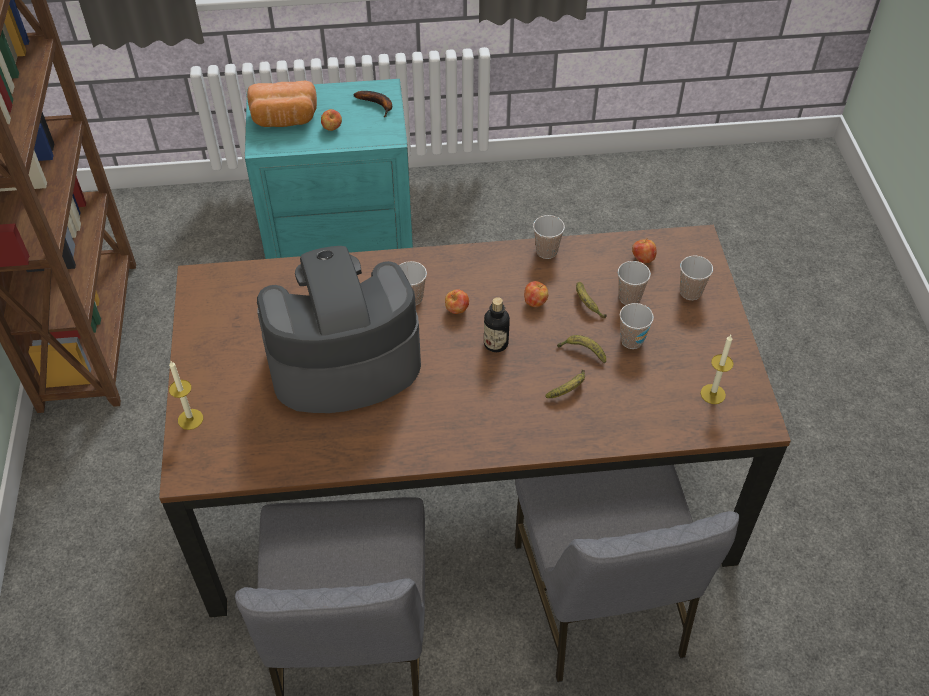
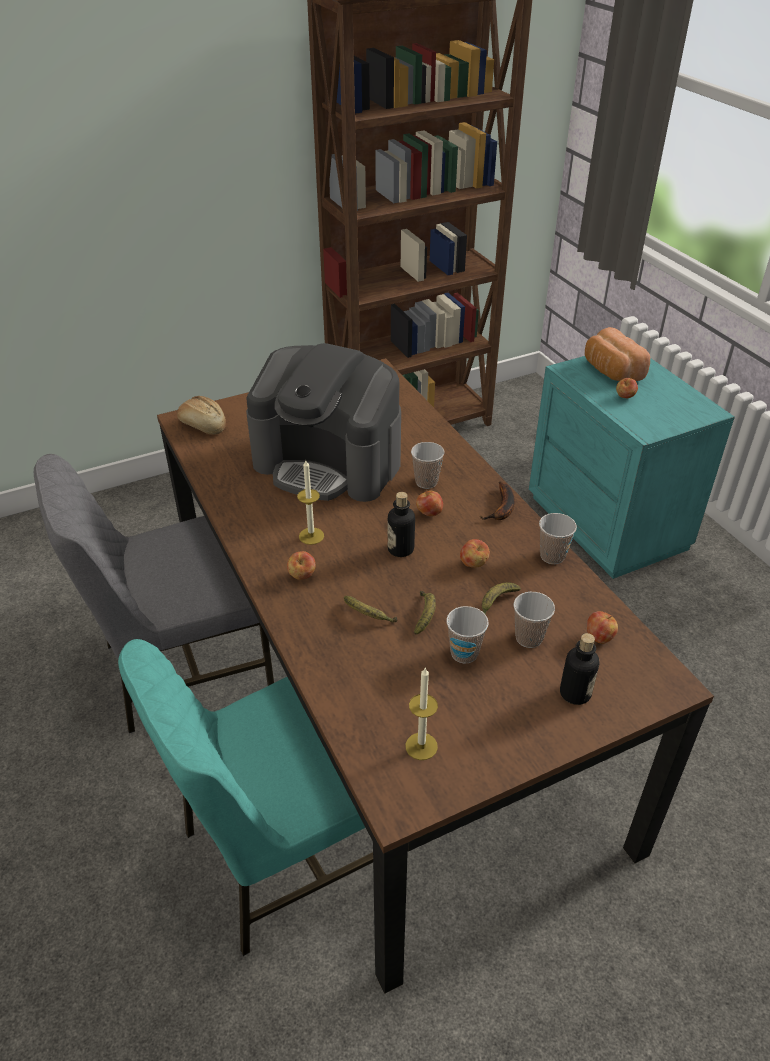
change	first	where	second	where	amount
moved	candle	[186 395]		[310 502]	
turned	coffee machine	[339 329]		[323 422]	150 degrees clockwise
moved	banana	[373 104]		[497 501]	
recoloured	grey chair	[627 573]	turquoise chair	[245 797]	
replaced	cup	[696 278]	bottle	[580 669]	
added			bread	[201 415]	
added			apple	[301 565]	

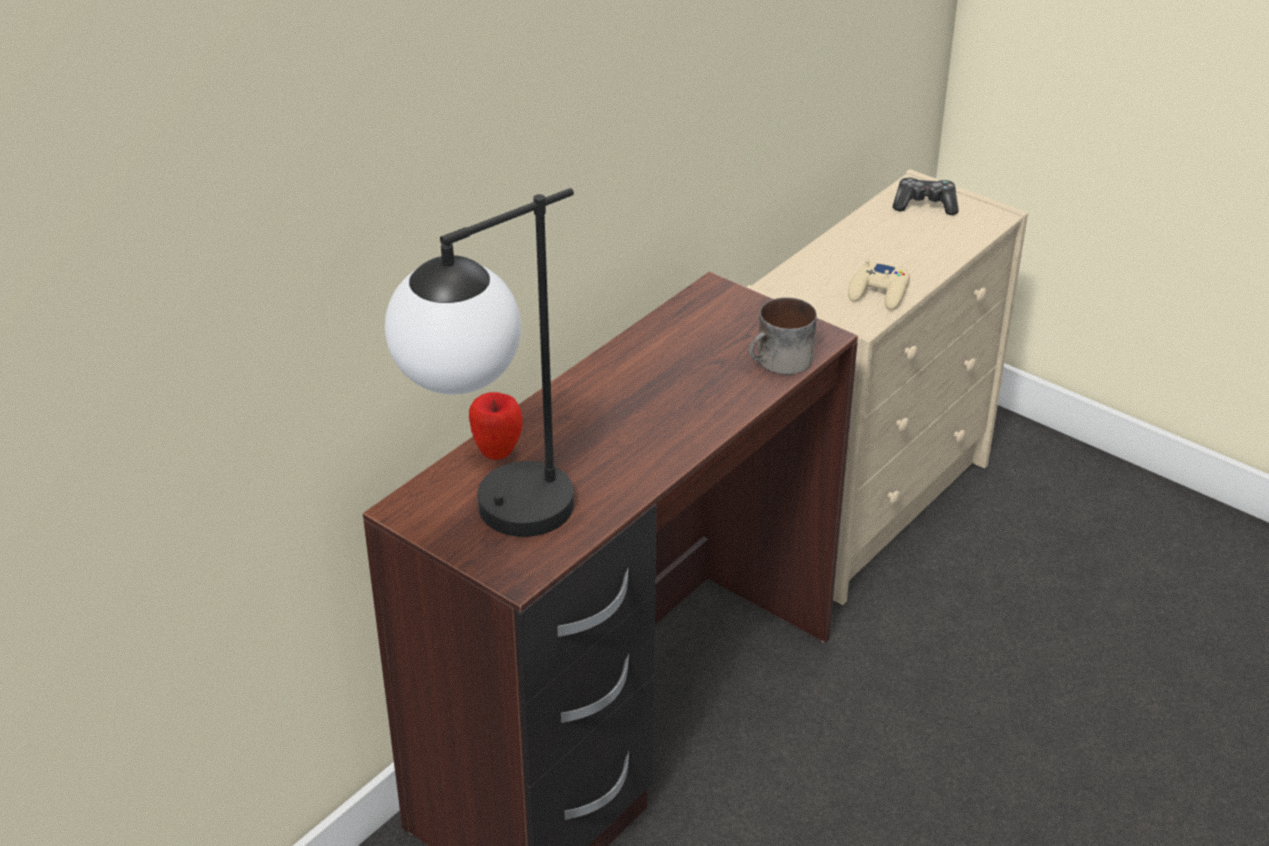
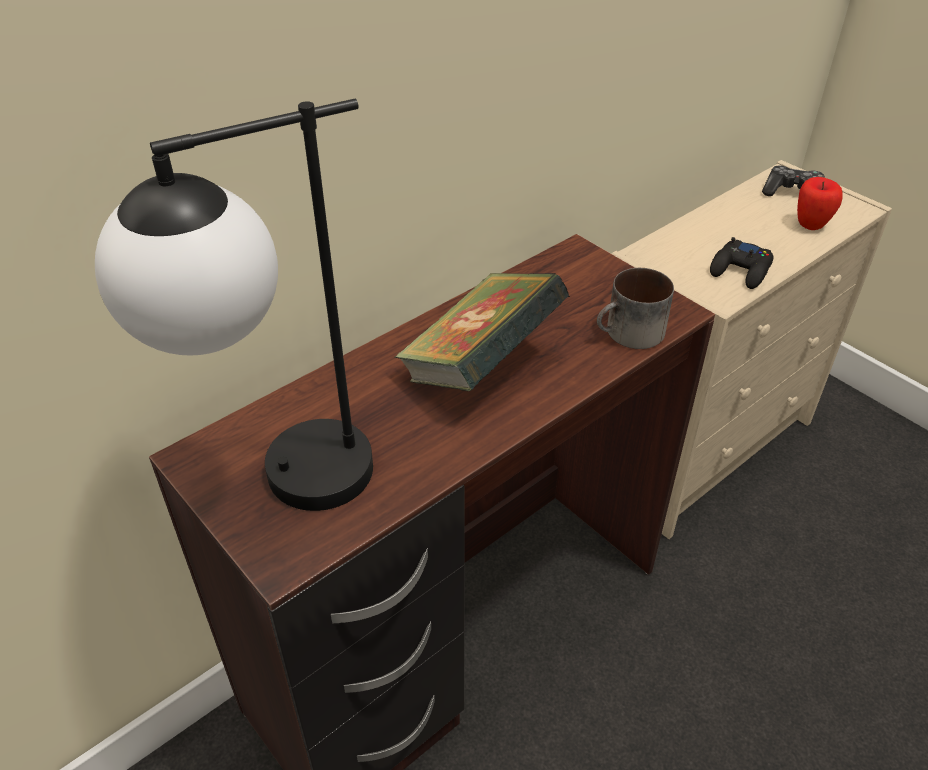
change	first	where	second	where	amount
moved	apple	[496 426]		[820 203]	
recoloured	beige game controller	[879 284]	black game controller	[741 263]	
added			book	[482 332]	

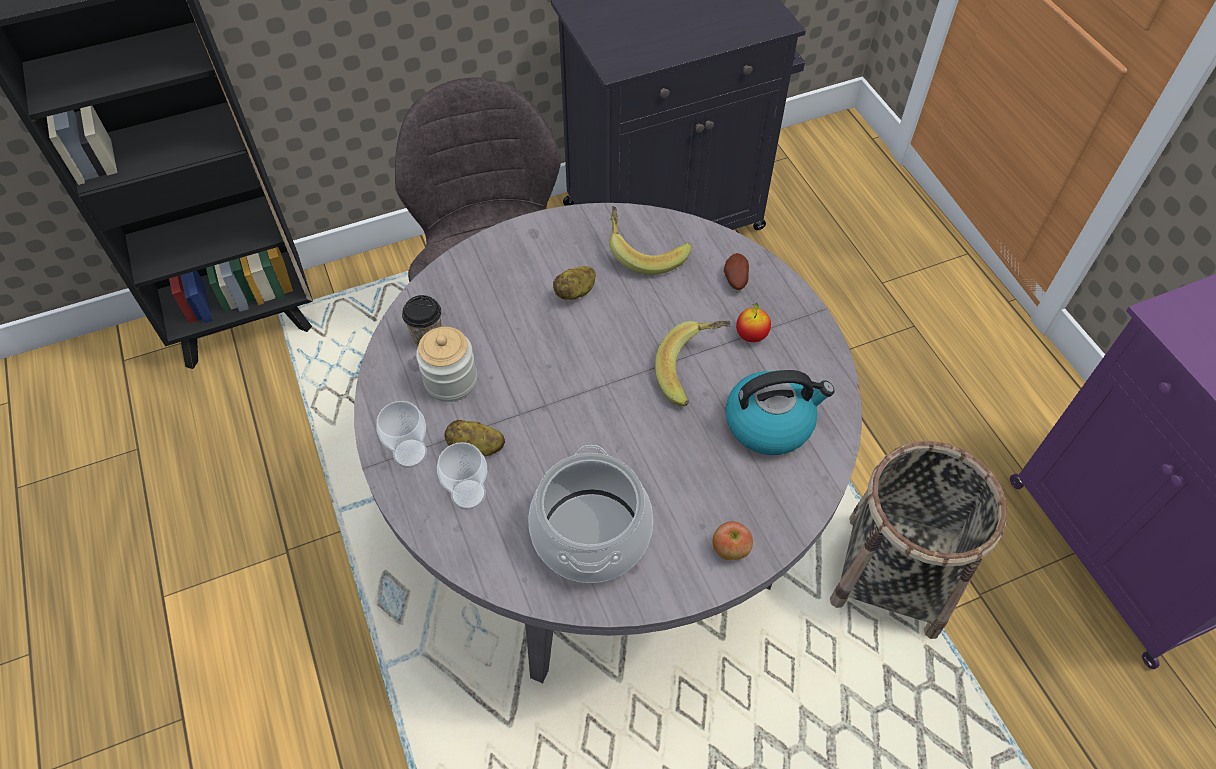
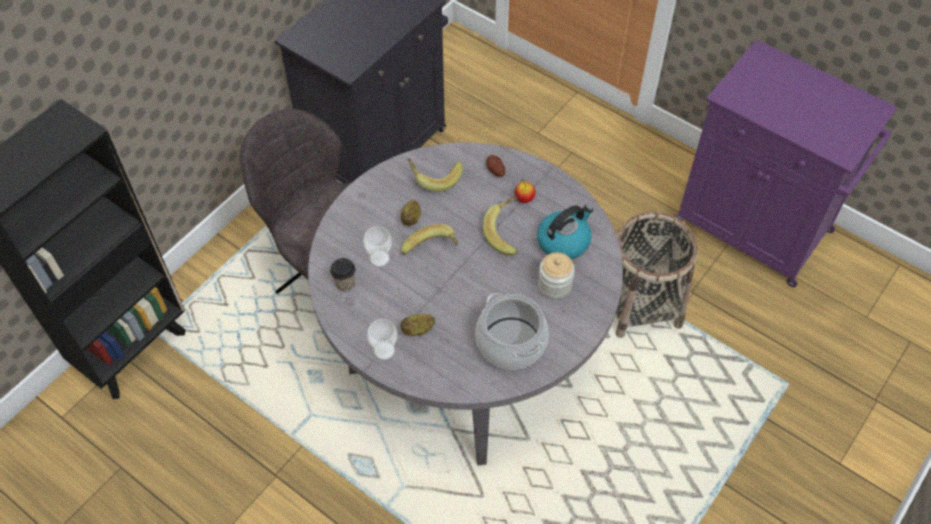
change	first	where	second	where	amount
moved	jar	[446 364]		[556 275]	
moved	cup	[462 476]		[377 246]	
removed	apple	[732 540]			
added			banana	[429 239]	

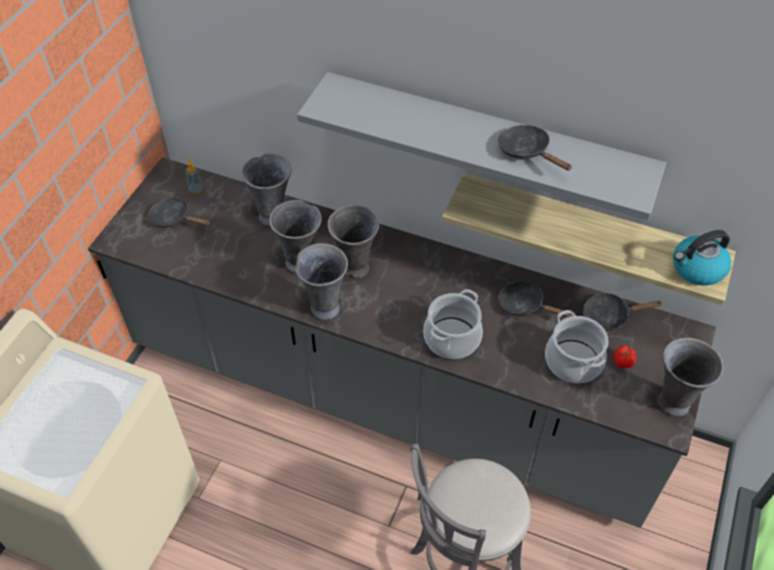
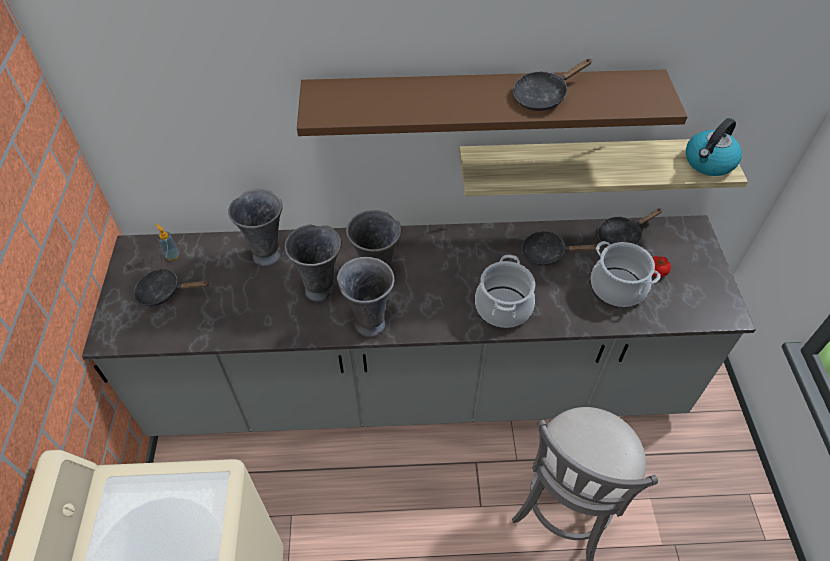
change	first	where	second	where	amount
recoloured	grey shelf	[481 146]	brown shelf	[492 102]	
turned	black frying pan	[535 148]		[552 85]	60 degrees counterclockwise
removed	grey vase	[690 377]			

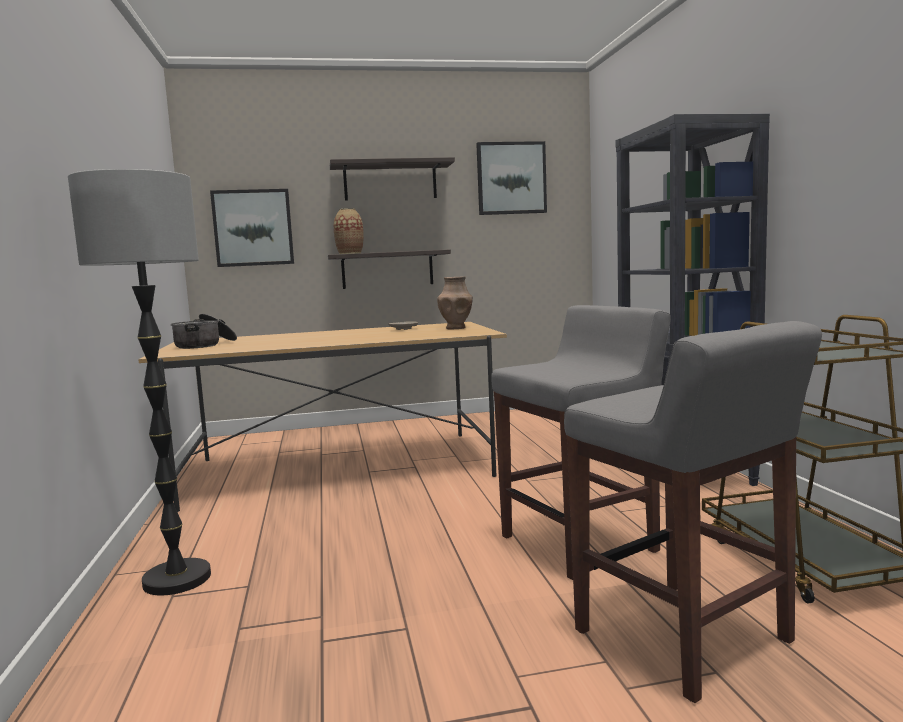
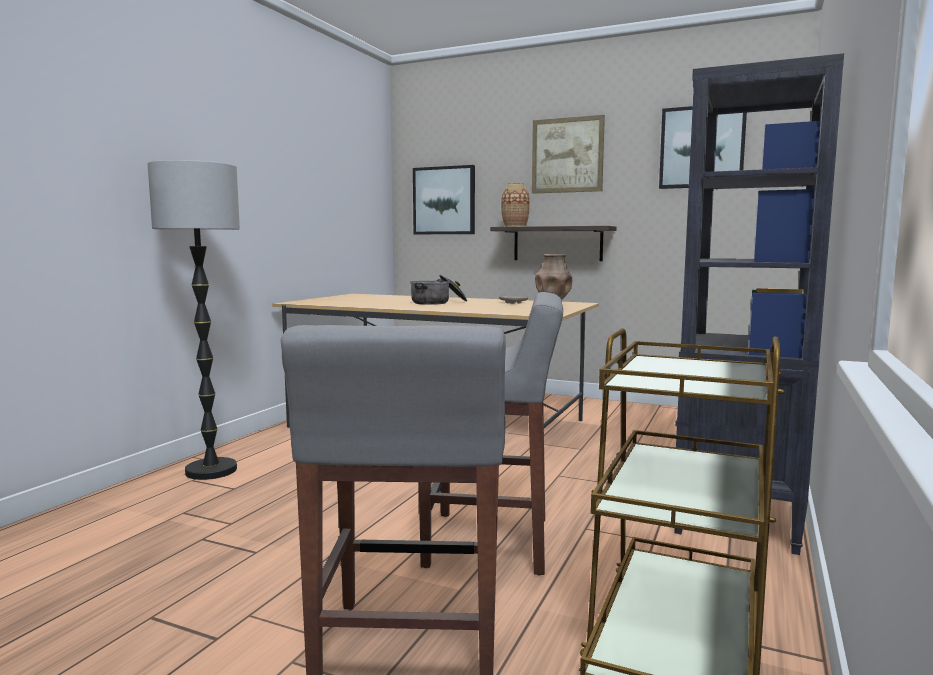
change	first	where	second	where	amount
moved	cooking pot	[203 331]		[438 290]	
replaced	shelf	[392 179]	picture	[568 154]	

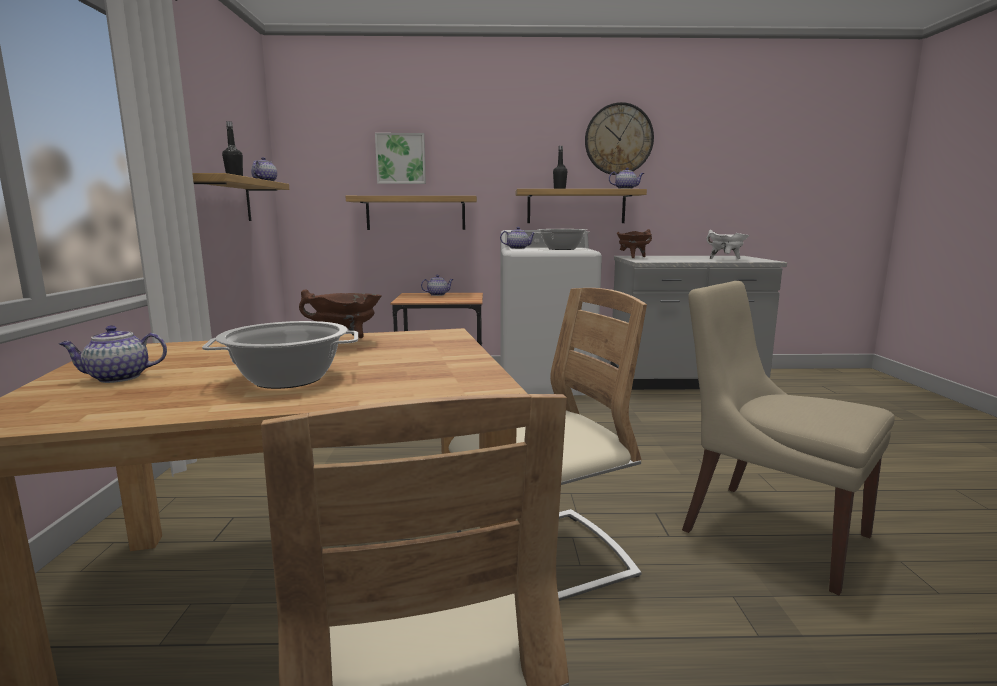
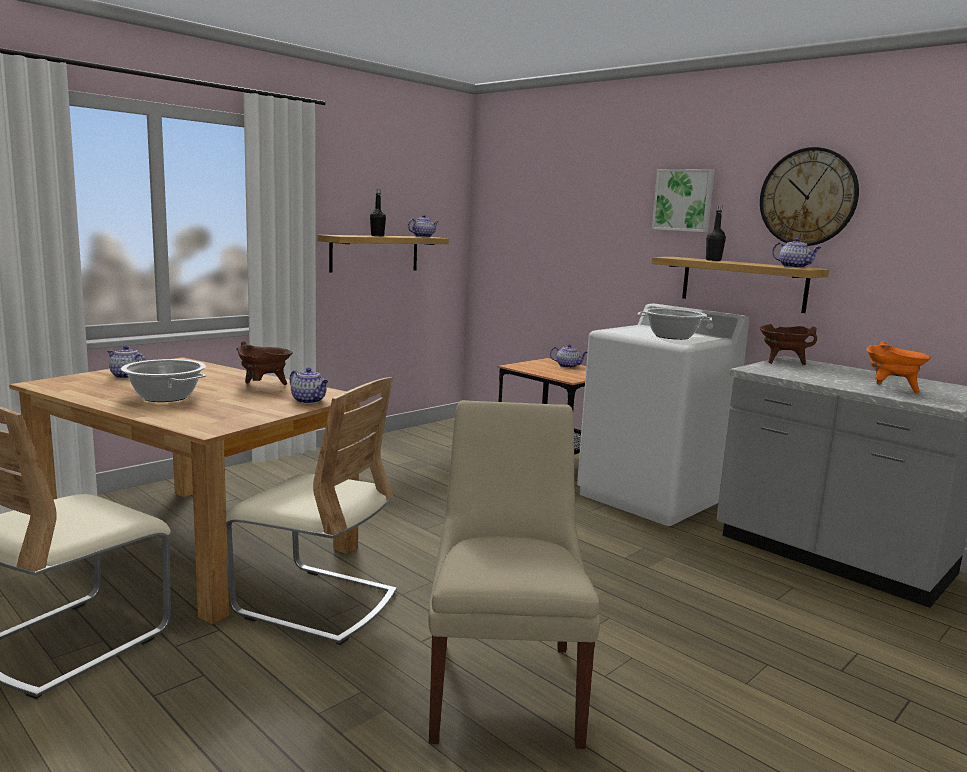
change	first	where	second	where	amount
removed	shelf	[411 213]			
moved	picture	[400 158]		[683 200]	
moved	teapot	[517 238]		[309 385]	
recoloured	white cooking pot	[727 244]	orange cooking pot	[899 367]	

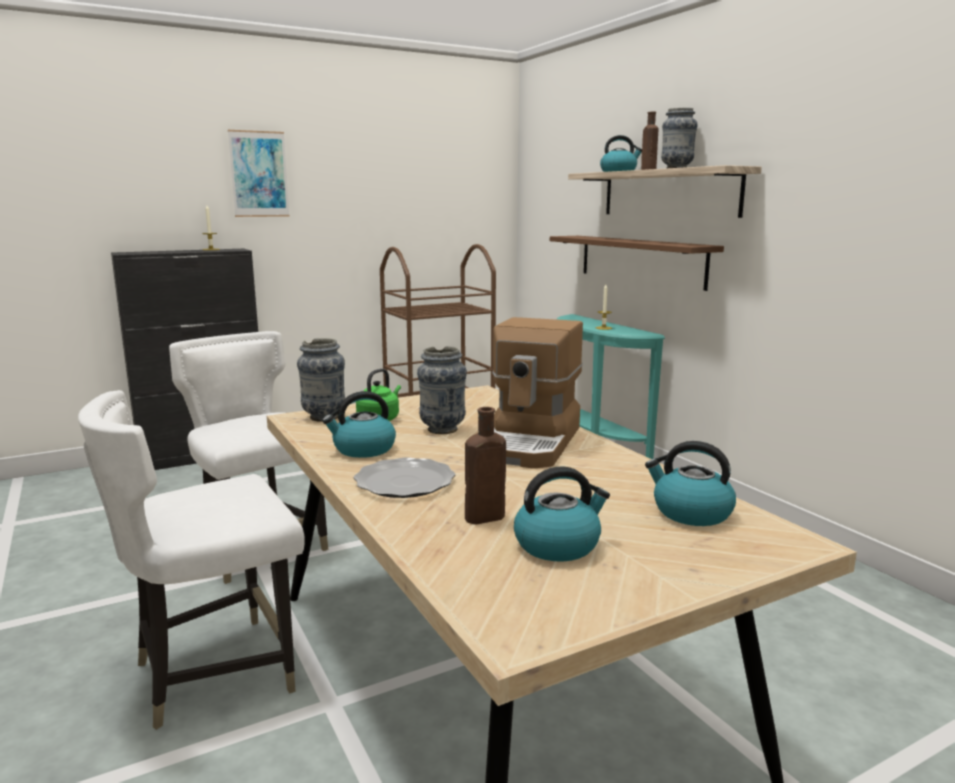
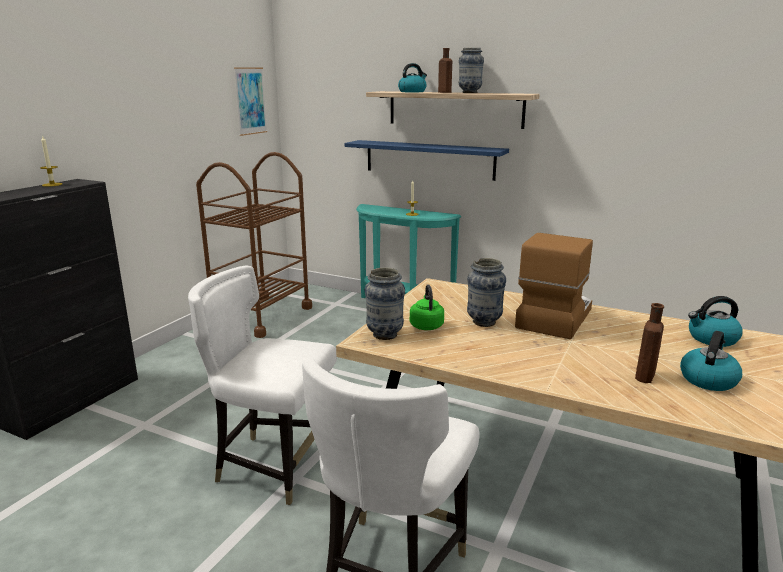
change	first	where	second	where	amount
moved	picture	[259 173]		[250 101]	
removed	kettle	[359 424]			
removed	plate	[404 477]			
turned	coffee machine	[537 393]		[554 286]	135 degrees counterclockwise
recoloured	brown shelf	[637 263]	blue shelf	[426 160]	

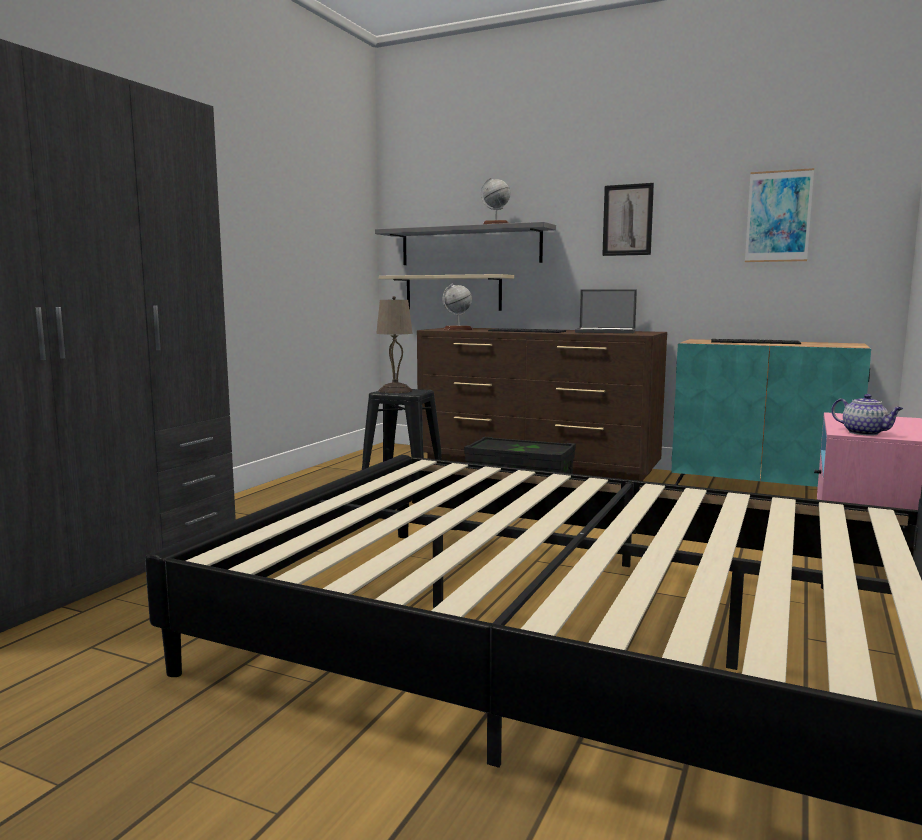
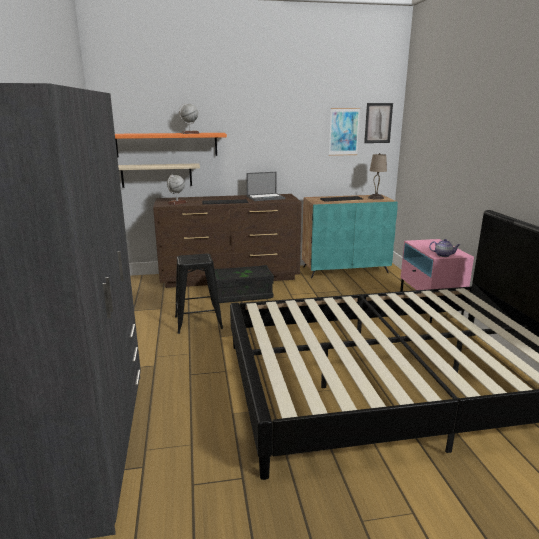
change	first	where	second	where	amount
recoloured	grey shelf	[465 243]	orange shelf	[171 145]	
moved	beige table lamp	[394 344]		[377 176]	
moved	picture	[628 219]		[378 123]	

